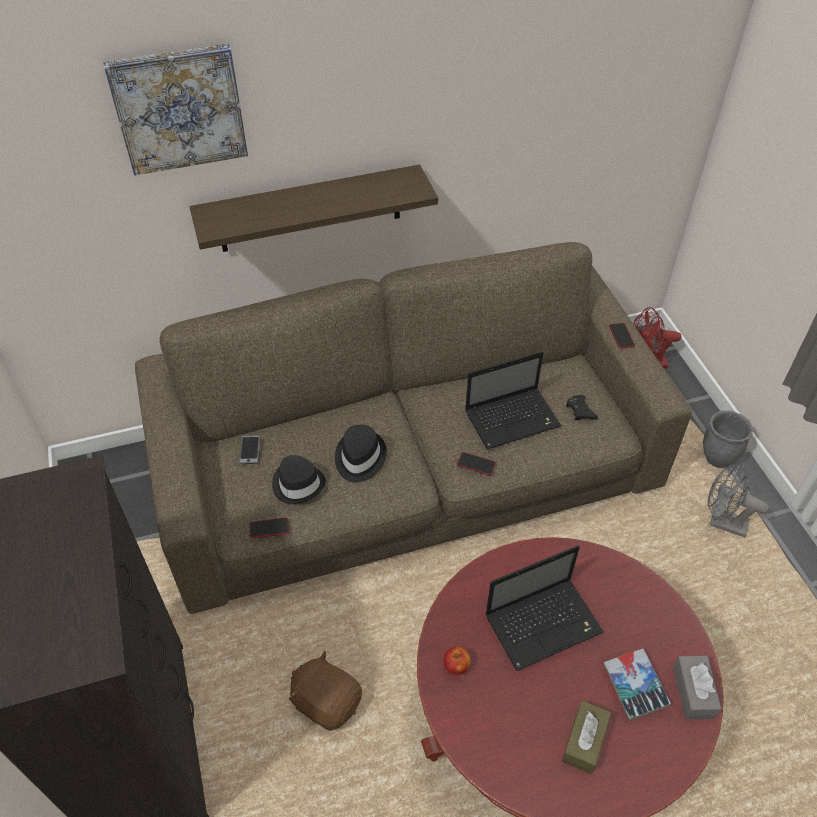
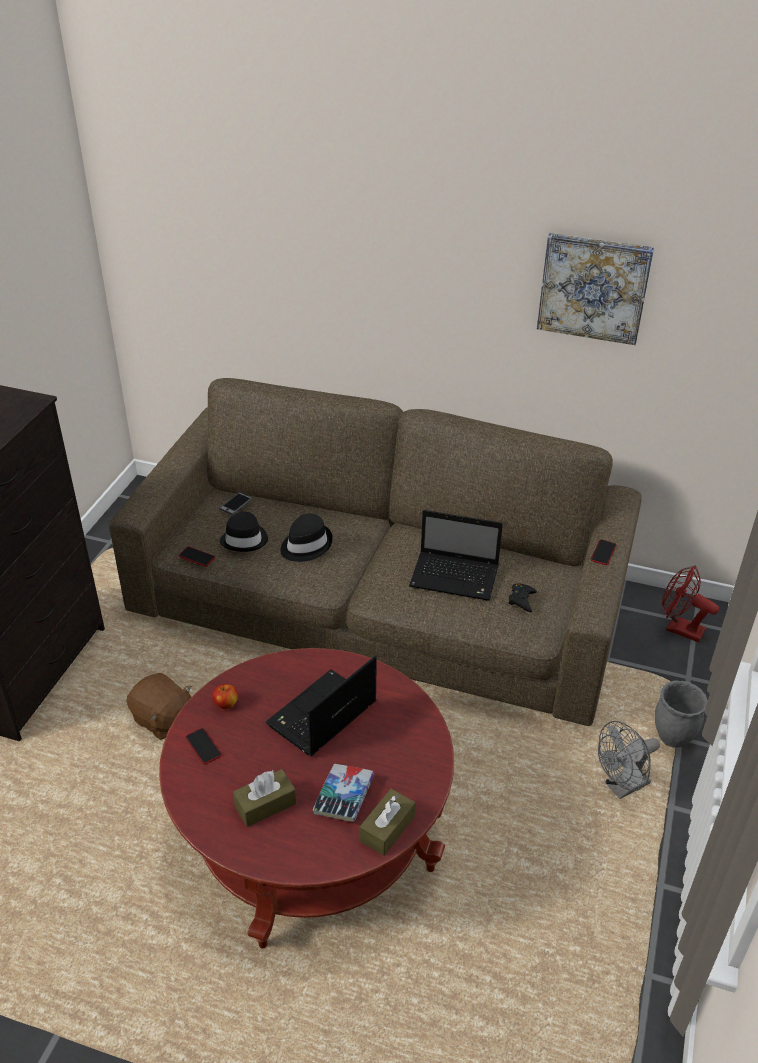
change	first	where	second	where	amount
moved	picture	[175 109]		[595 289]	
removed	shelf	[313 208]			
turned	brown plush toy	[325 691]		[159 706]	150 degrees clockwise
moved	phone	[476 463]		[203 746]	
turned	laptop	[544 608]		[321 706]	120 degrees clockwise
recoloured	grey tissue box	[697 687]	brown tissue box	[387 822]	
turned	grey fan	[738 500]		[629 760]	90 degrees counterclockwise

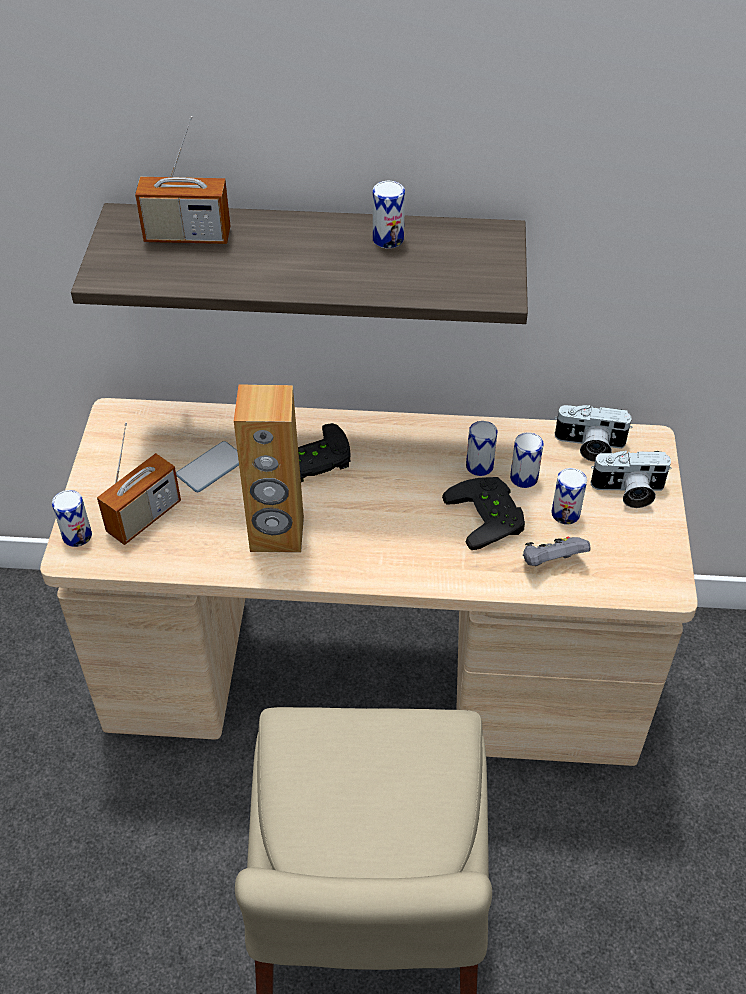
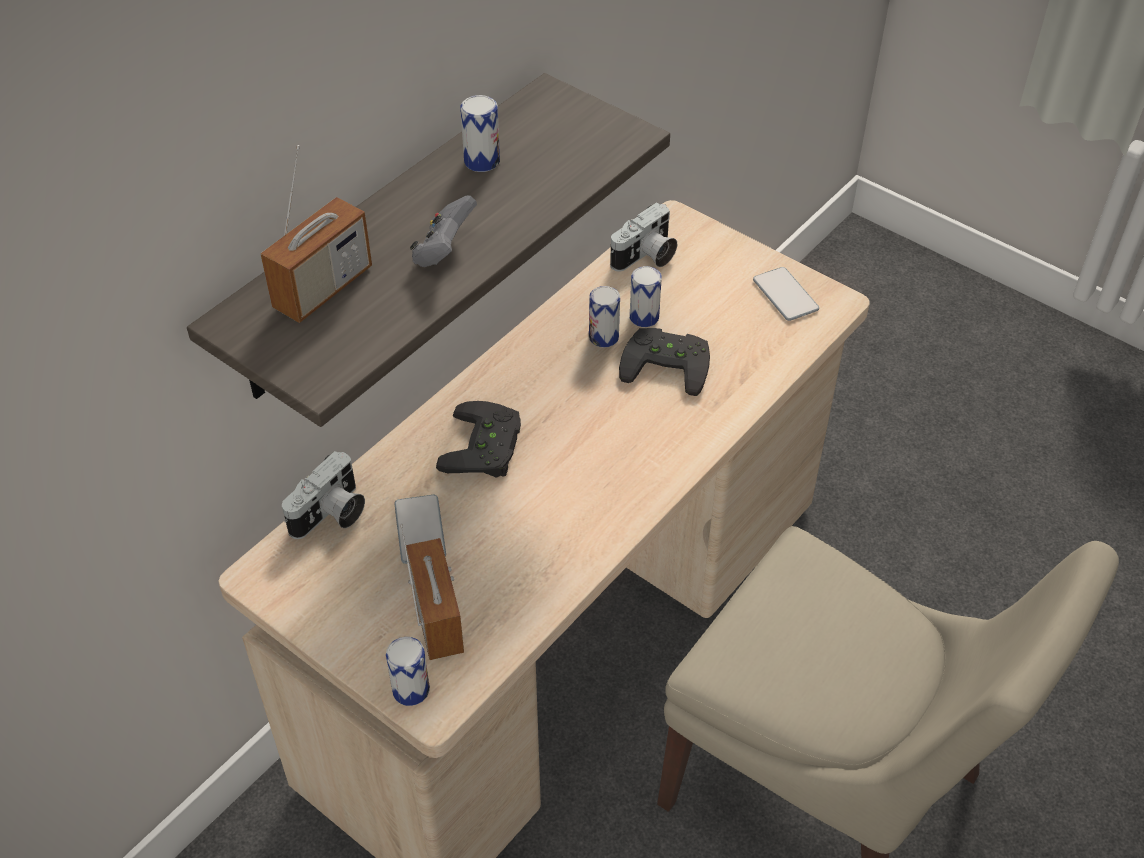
change	first	where	second	where	amount
removed	brown speaker	[269 469]			
moved	grey game controller	[557 551]		[443 231]	
removed	can	[569 496]			
moved	photo camera	[631 479]		[323 495]	
added			phone	[786 294]	

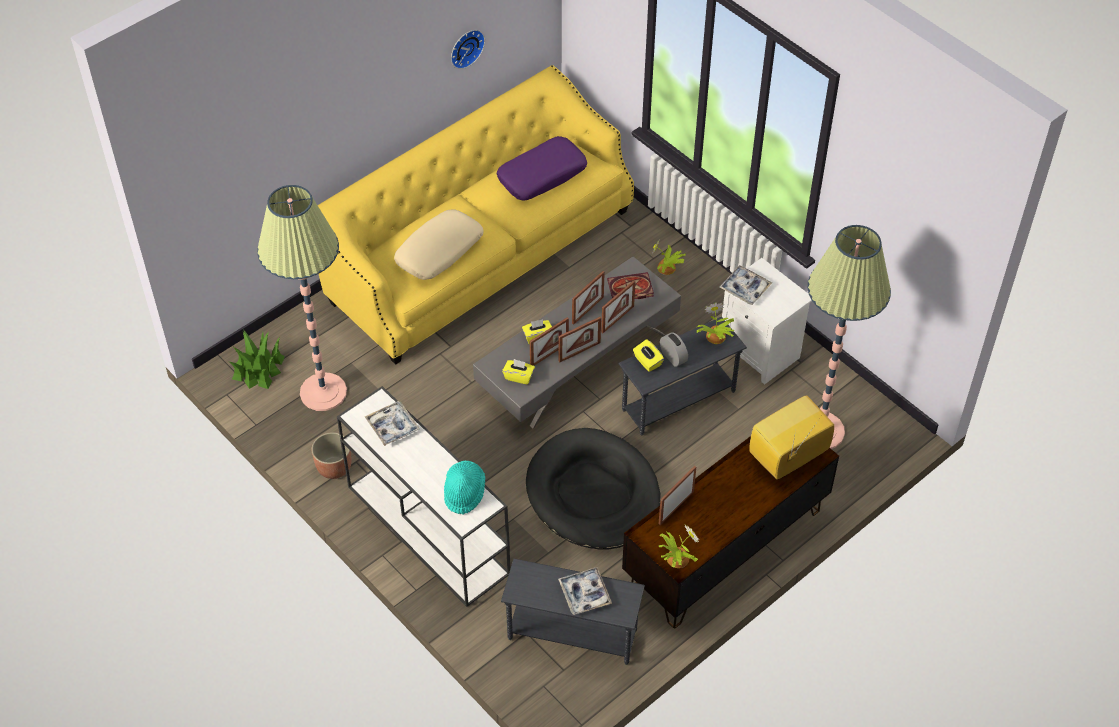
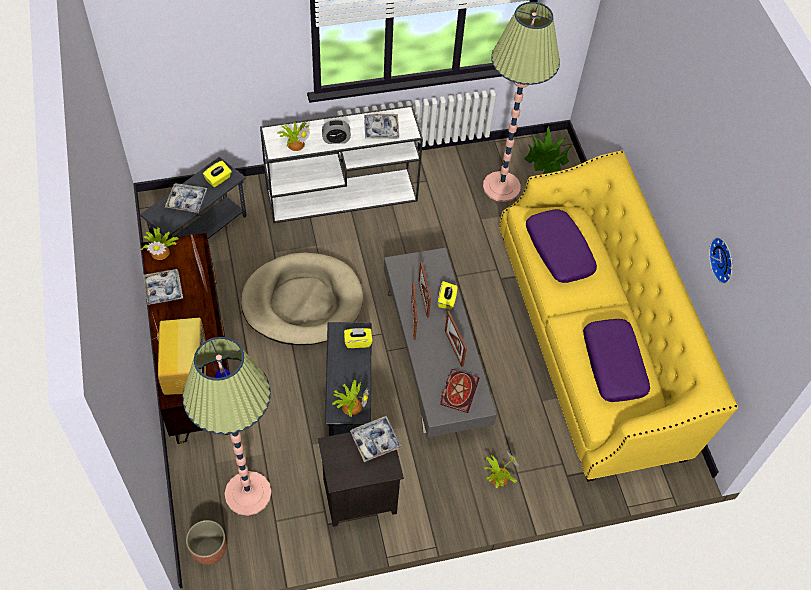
change	first	where	second	where	amount
moved	planter	[331 455]		[206 542]	
recoloured	beige pillow	[439 244]	purple pillow	[561 246]	
replaced	turquoise hat	[464 488]	potted plant	[294 136]	
moved	yellow tissue box	[518 371]		[217 174]	
recoloured	black dog bed	[593 488]	beige dog bed	[302 299]	
removed	picture frame	[618 306]			
moved	alarm clock	[674 349]		[336 131]	
recoloured	white nightstand	[767 321]	black nightstand	[361 479]	
added			tray	[163 287]	

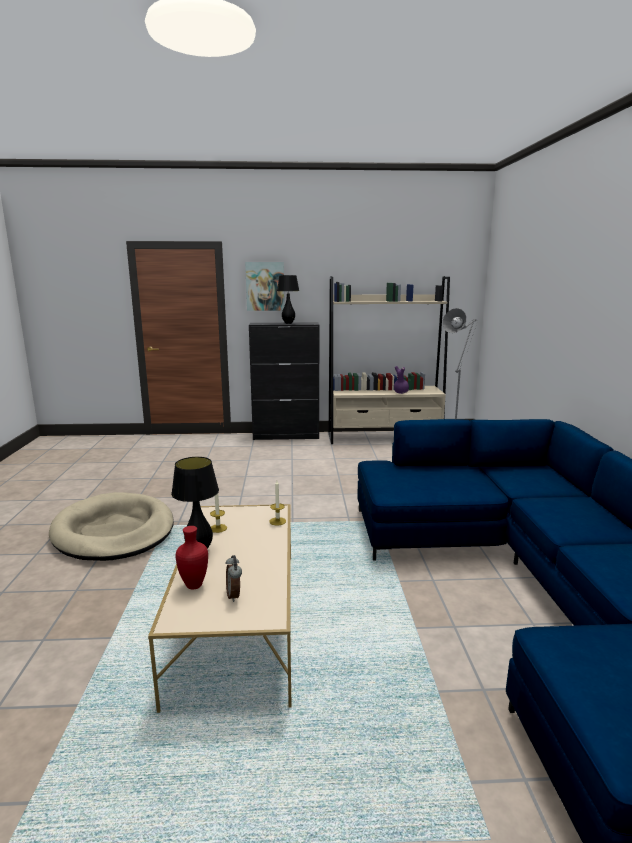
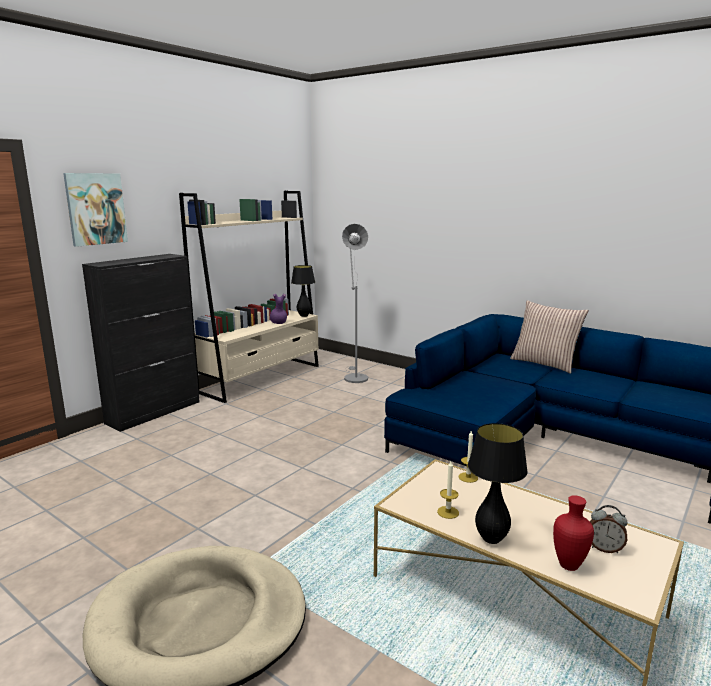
change	first	where	second	where	amount
moved	black table lamp	[288 299]		[303 291]	
added			pillow	[549 337]	

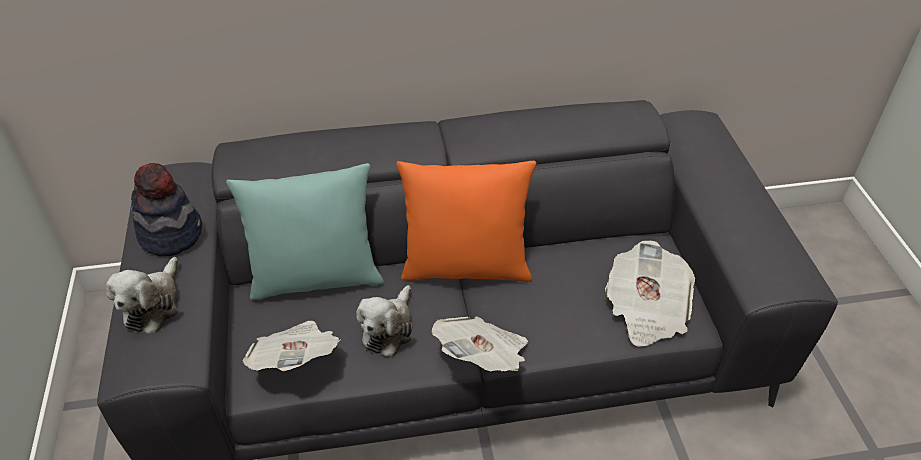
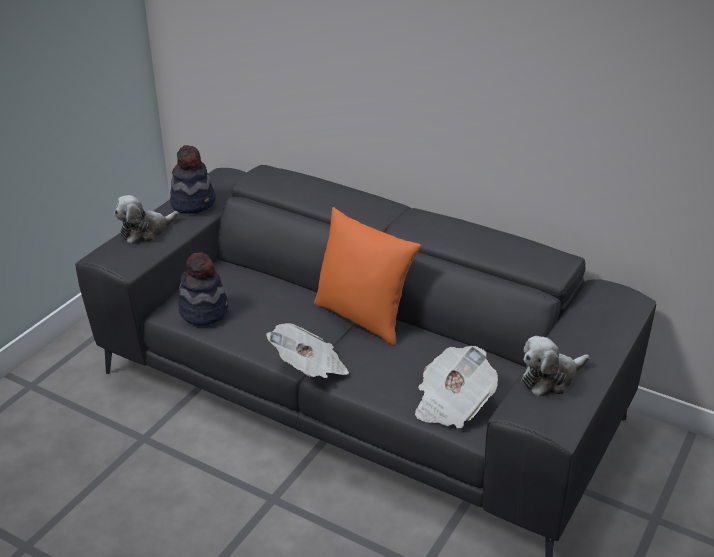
change	first	where	second	where	amount
removed	turquoise pillow	[305 231]			
replaced	newspaper	[291 346]	hat	[203 289]	
moved	plush toy	[384 321]		[555 366]	

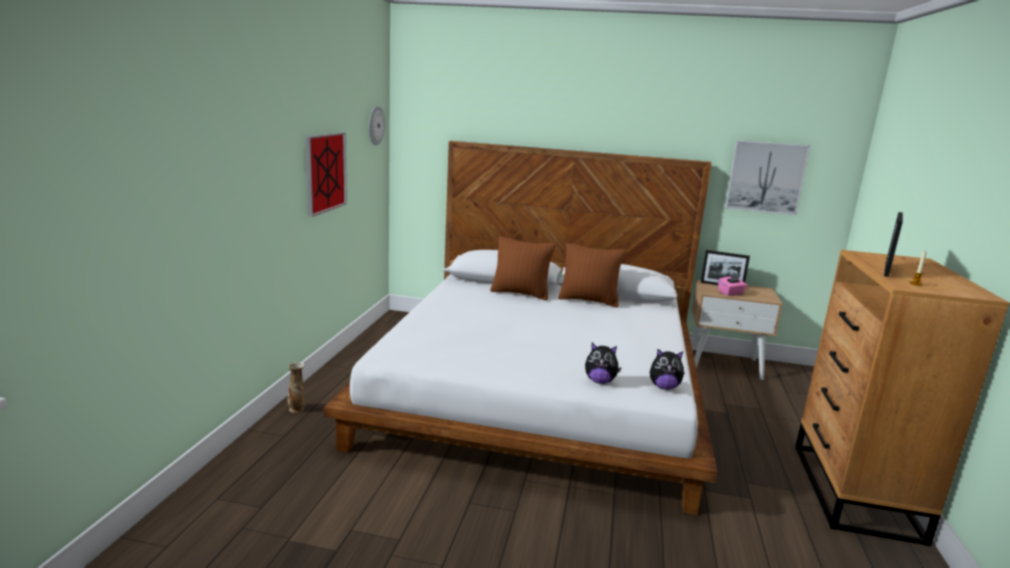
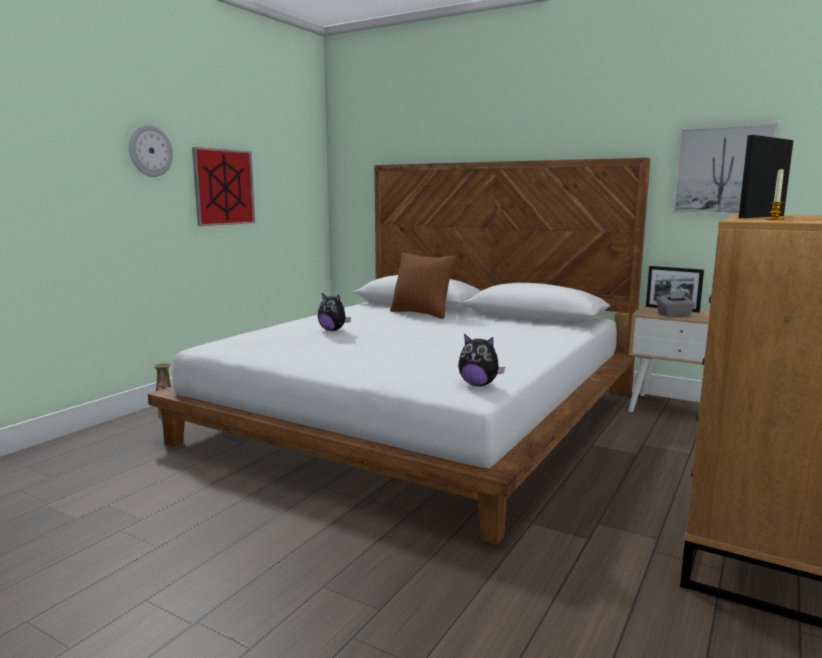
change	first	where	second	where	amount
moved	wall clock	[377 125]		[151 151]	
removed	brown pillow	[591 275]			
moved	plush toy	[603 363]		[334 312]	
recoloured	pink tissue box	[732 285]	grey tissue box	[675 304]	

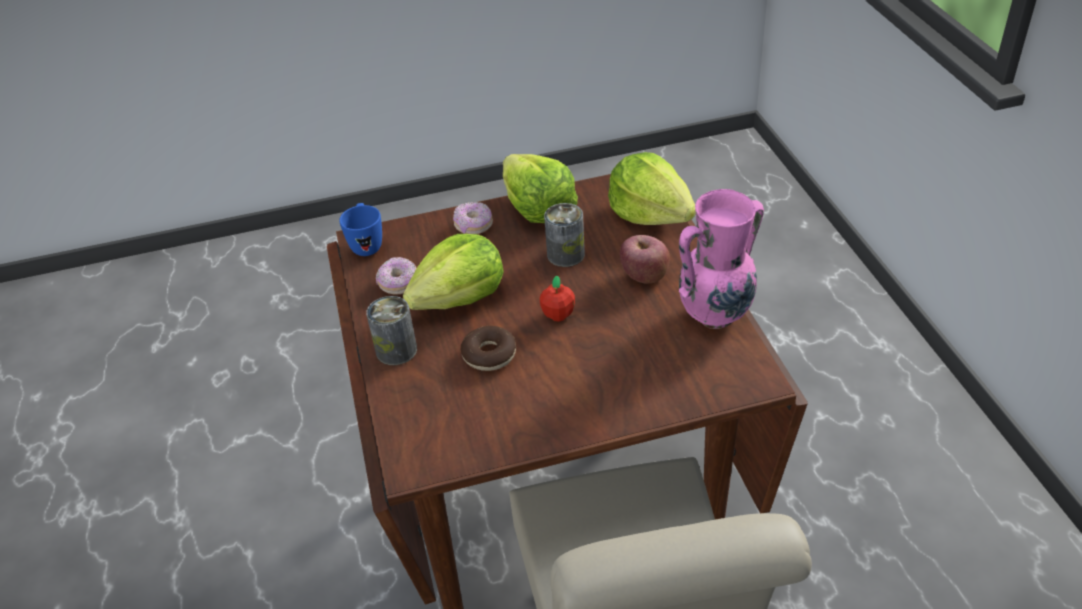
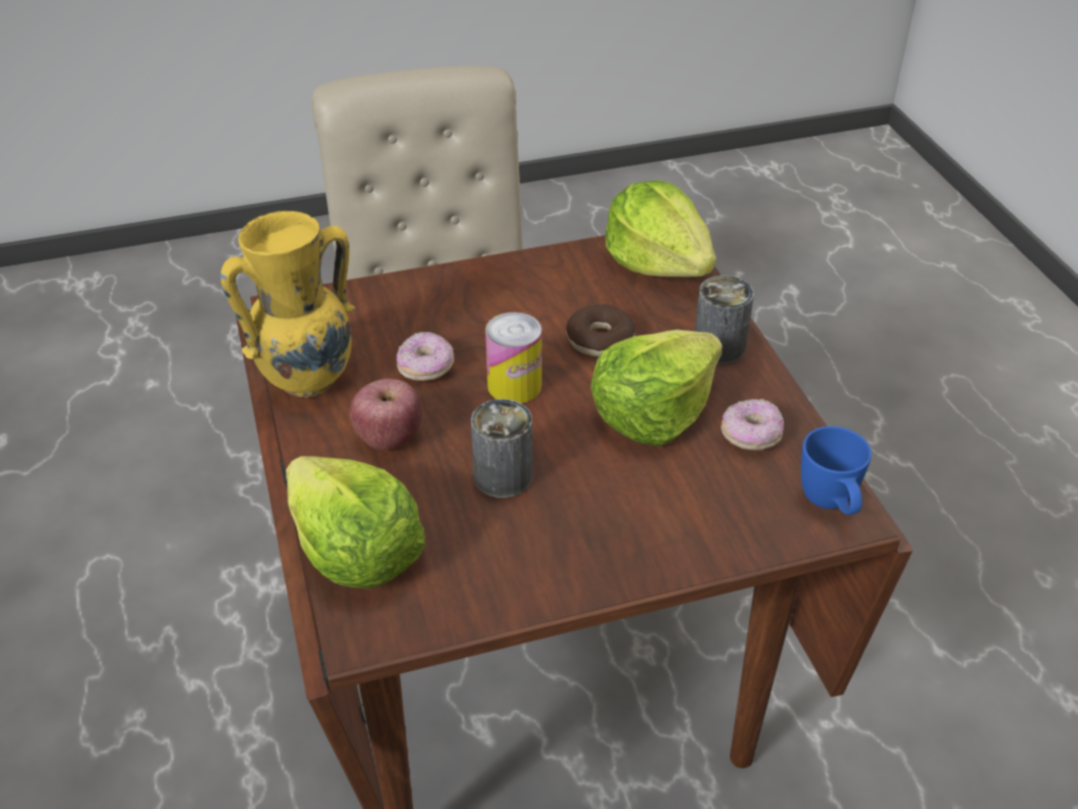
change	first	where	second	where	amount
moved	donut	[473 218]		[425 356]	
moved	lettuce	[540 188]		[660 228]	
replaced	apple	[557 299]	can	[513 357]	
recoloured	pink vase	[721 259]	yellow vase	[288 304]	

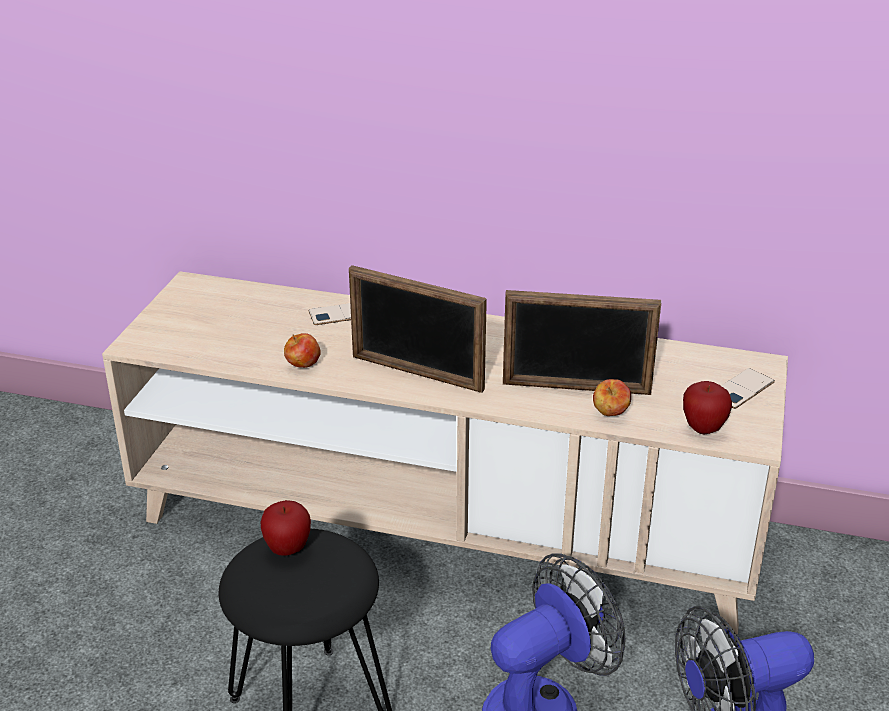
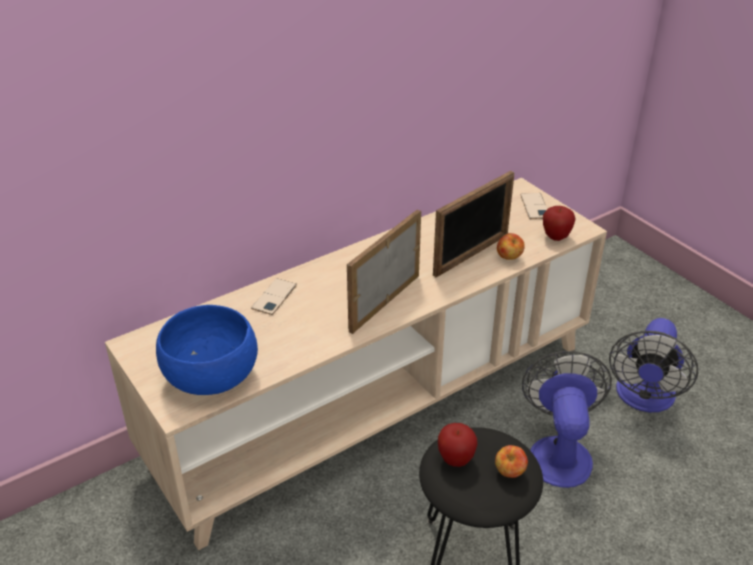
change	first	where	second	where	amount
moved	apple	[302 350]		[511 461]	
turned	picture frame	[418 329]		[384 271]	150 degrees clockwise
added			blue bowl	[207 350]	

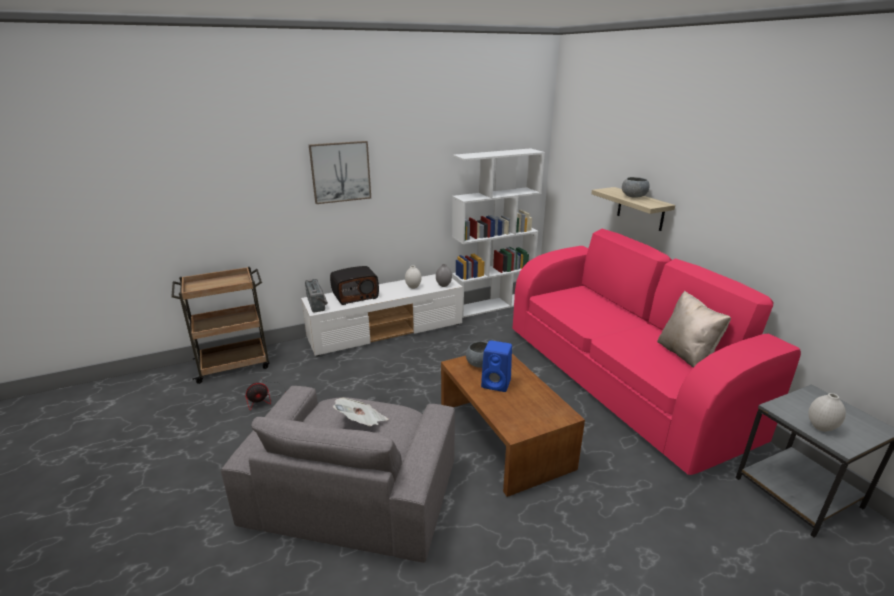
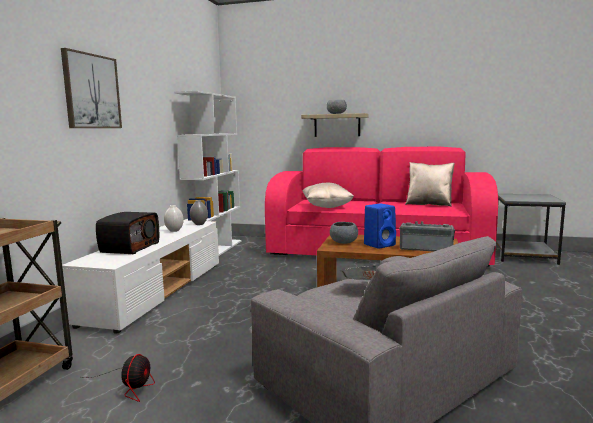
change	first	where	second	where	amount
moved	radio	[316 295]		[427 236]	
removed	white vase	[827 412]			
added			beige pillow	[328 195]	

